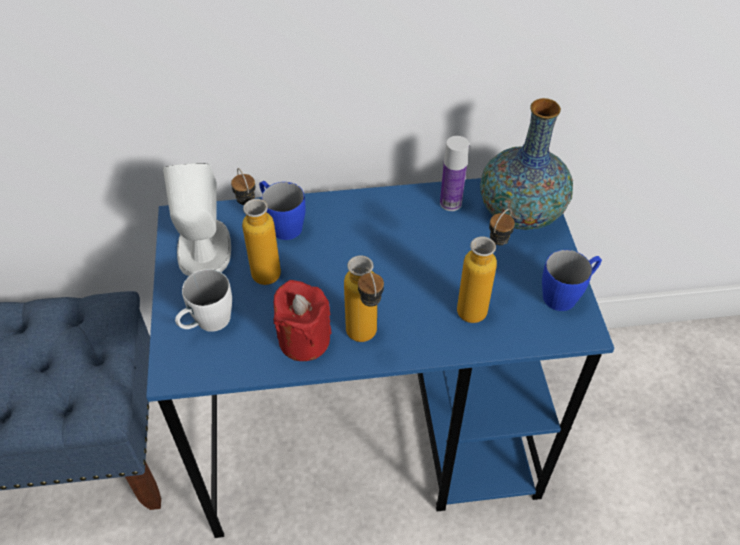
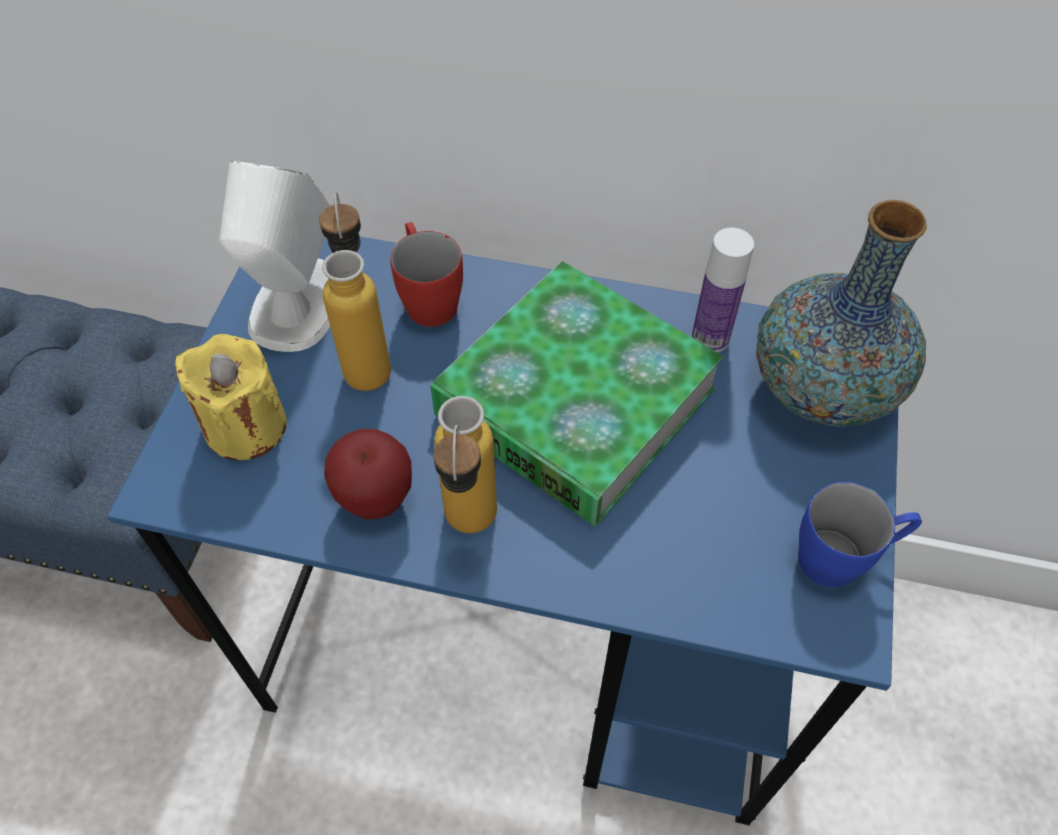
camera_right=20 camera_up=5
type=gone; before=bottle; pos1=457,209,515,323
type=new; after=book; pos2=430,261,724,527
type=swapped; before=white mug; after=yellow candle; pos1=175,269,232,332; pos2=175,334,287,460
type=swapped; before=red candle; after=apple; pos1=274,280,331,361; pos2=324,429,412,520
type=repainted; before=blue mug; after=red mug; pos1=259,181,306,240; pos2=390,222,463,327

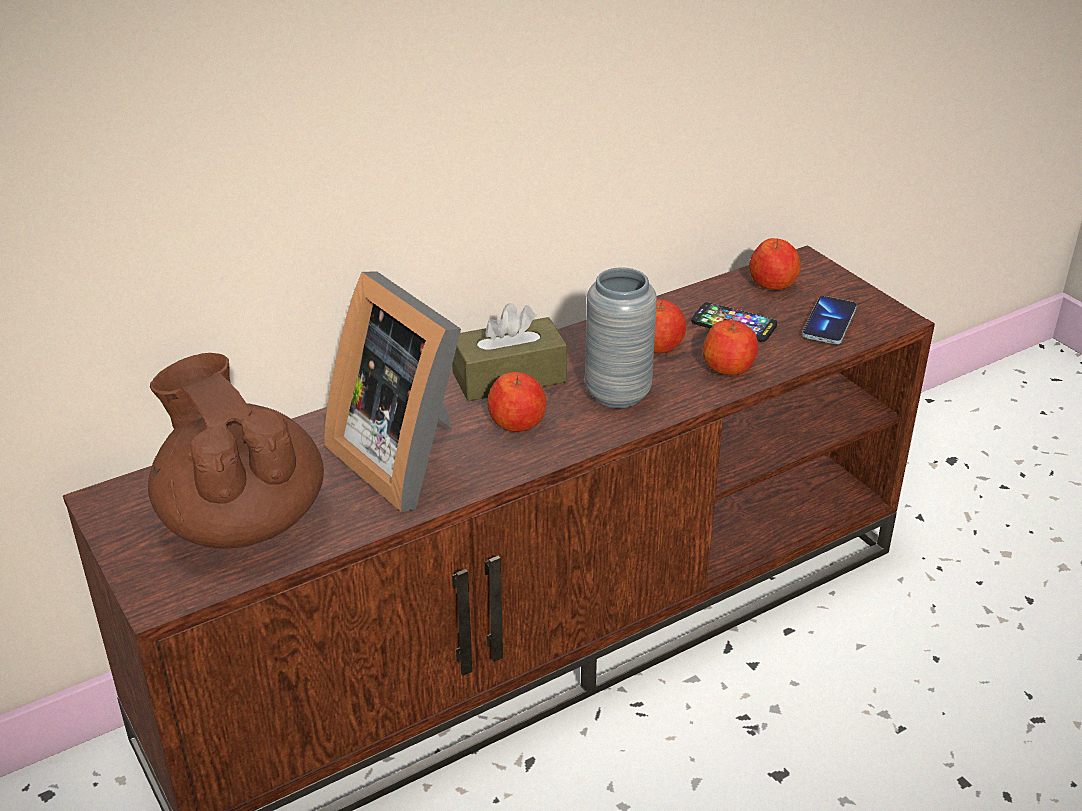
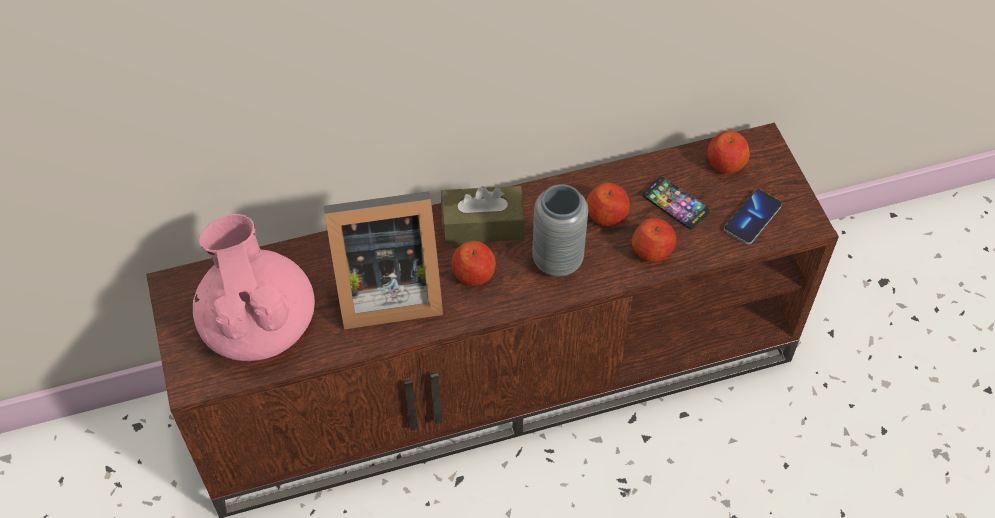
camera_right=15 camera_up=20
type=repainted; before=brown teapot; after=pink teapot; pos1=148,353,324,548; pos2=193,214,315,361
type=rotated; before=picture frame; pos1=324,271,461,512; pos2=324,191,443,329; turn=-75

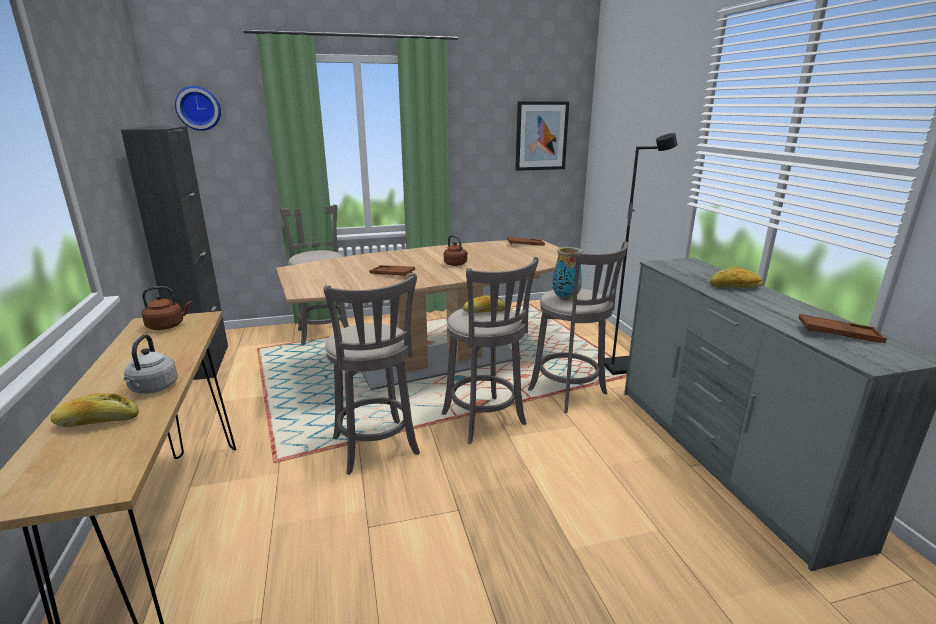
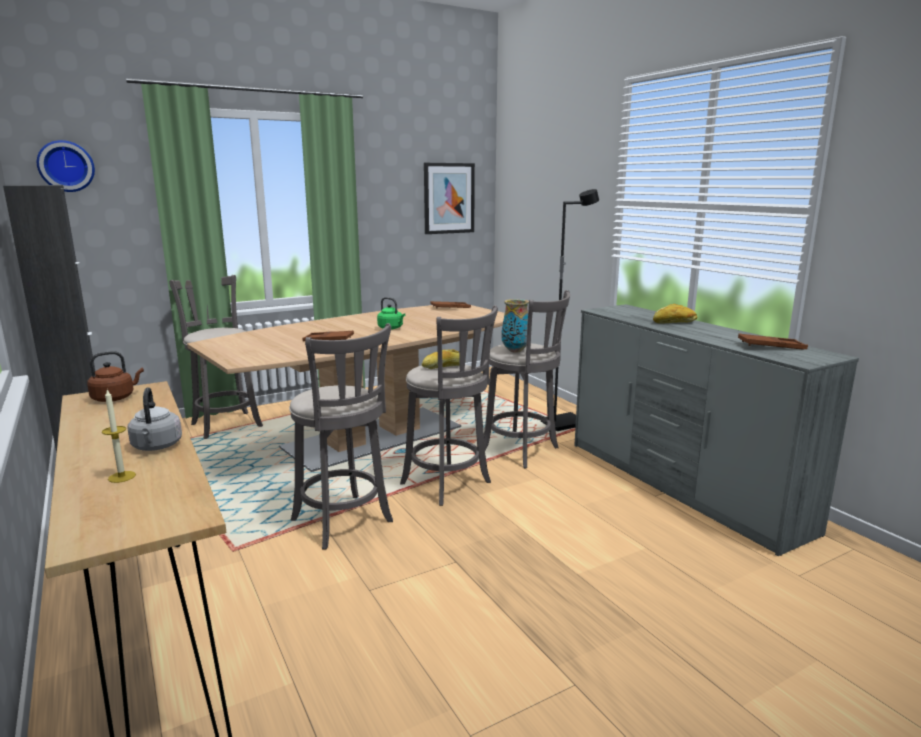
camera_right=-15 camera_up=-5
type=swapped; before=bread; after=candle; pos1=51,393,139,427; pos2=102,390,136,483
type=repainted; before=brown kettle; after=green kettle; pos1=444,235,468,266; pos2=377,297,405,330

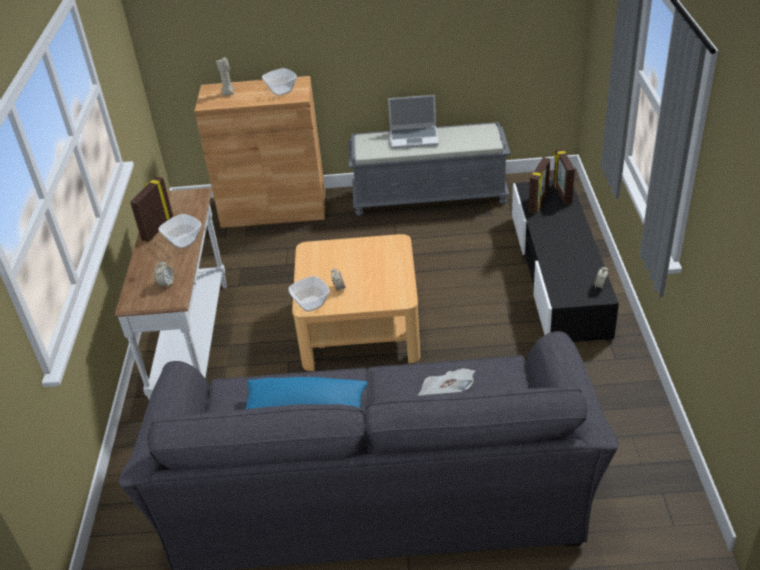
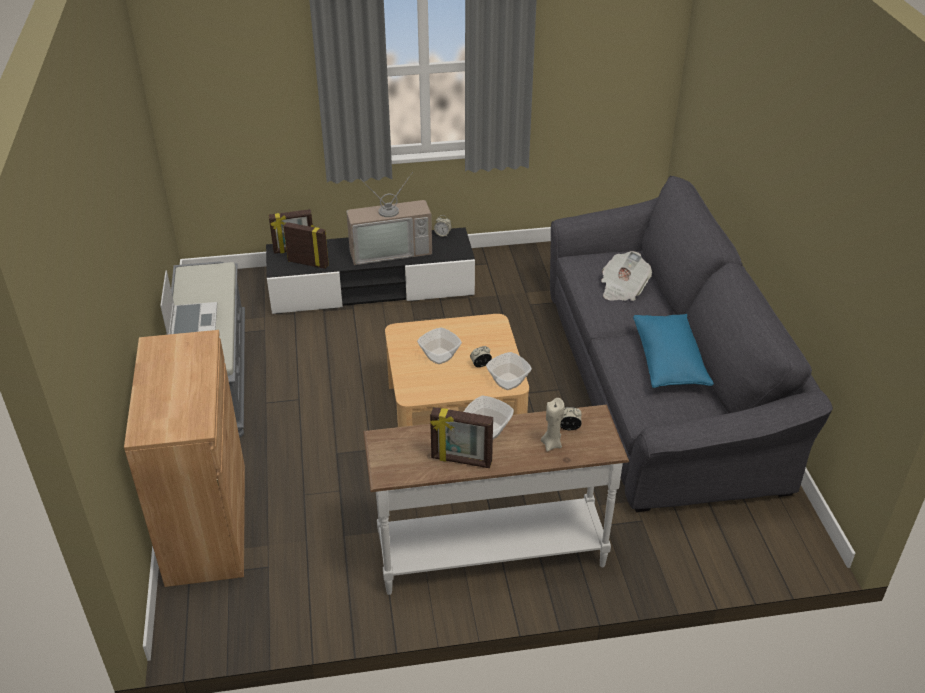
camera_right=-100 camera_up=0
type=new; after=television; pos2=346,172,432,265
type=shifted; before=beige candle; pos1=216,57,234,96; pos2=541,398,564,452
type=shifted; before=bowl; pos1=262,68,297,96; pos2=417,327,462,364

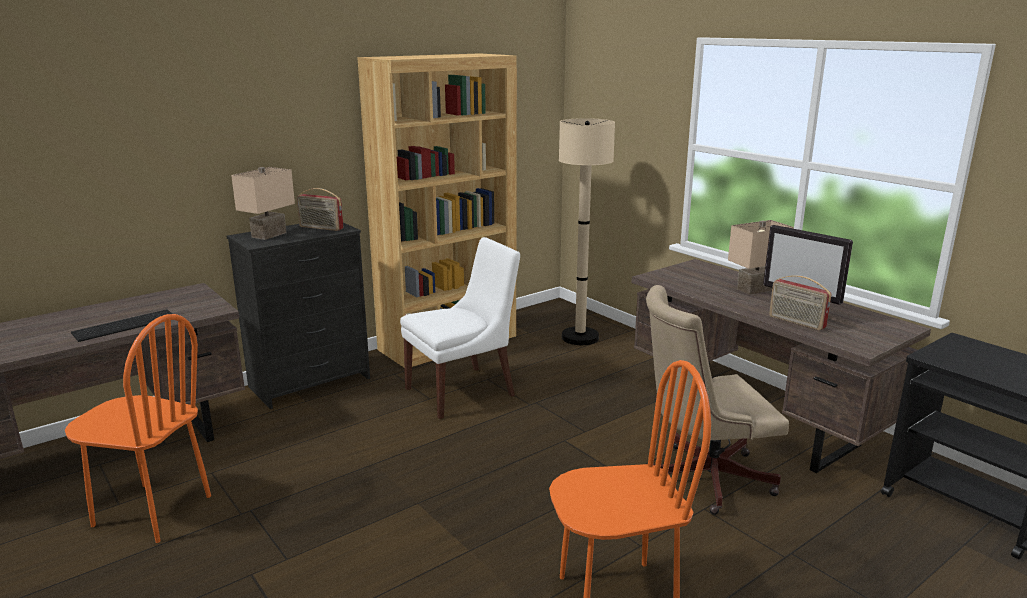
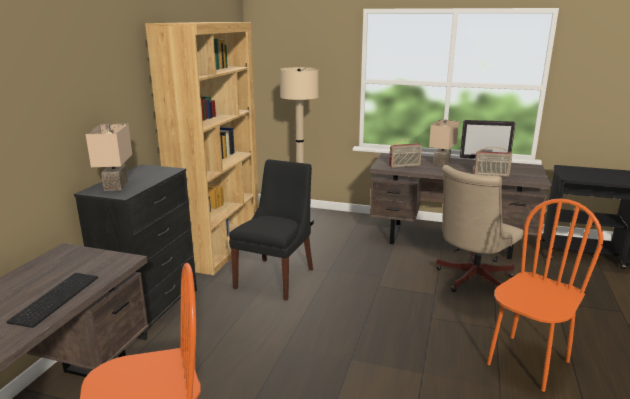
camera_right=-35 camera_up=0
type=shifted; before=radio; pos1=297,188,343,231; pos2=389,139,422,168
type=repainted; before=white chair; after=black chair; pos1=400,237,520,419; pos2=229,159,313,301

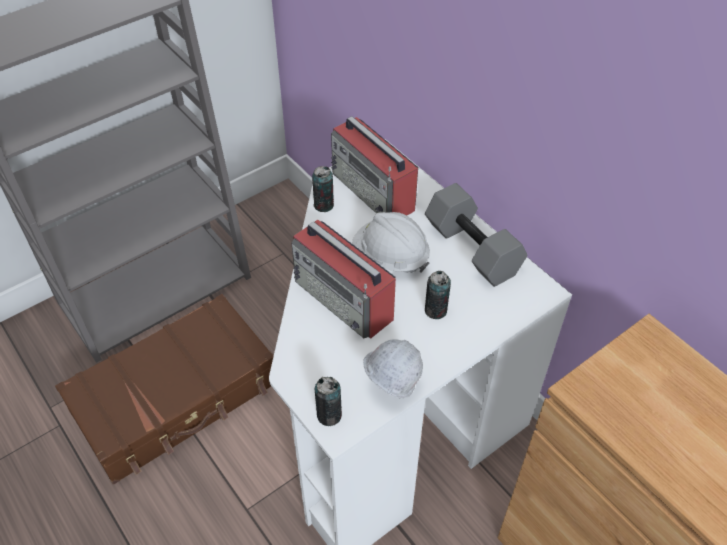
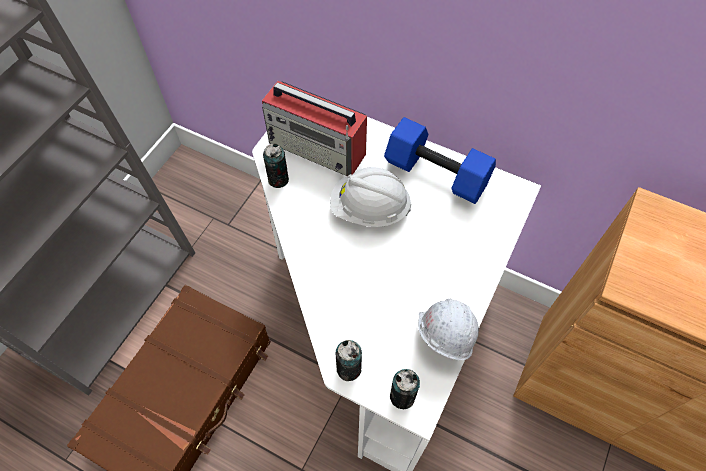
camera_right=-25 camera_up=10
type=gone; before=radio; pos1=291,220,396,339
type=shifted; before=can; pos1=425,271,451,319; pos2=336,340,362,381
type=repainted; before=grey dumbbell; after=blue dumbbell; pos1=425,183,527,287; pos2=384,117,496,204

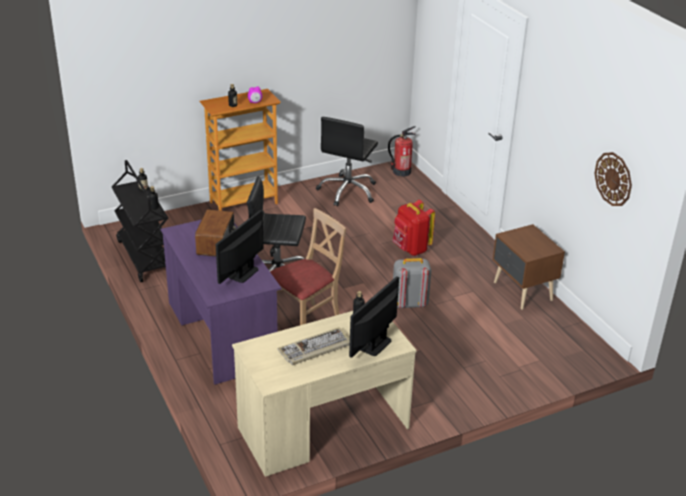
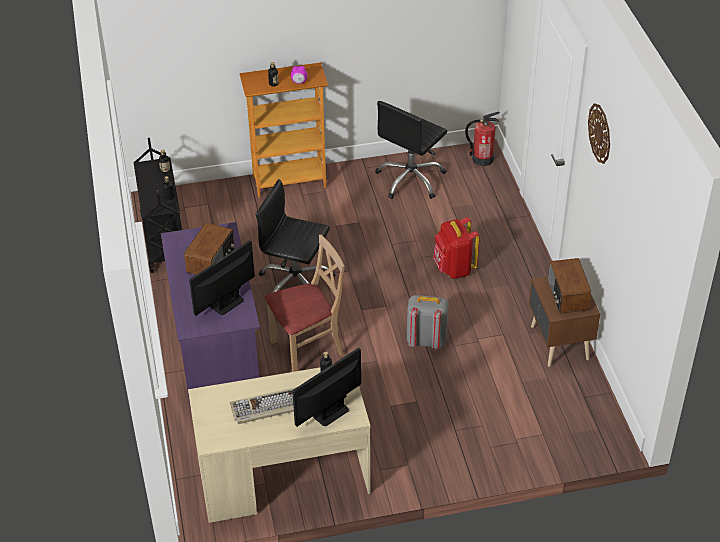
camera_right=15 camera_up=10
type=new; after=radio; pos2=548,258,591,313
type=shifted; before=wall clock; pos1=594,152,632,206; pos2=588,103,610,164

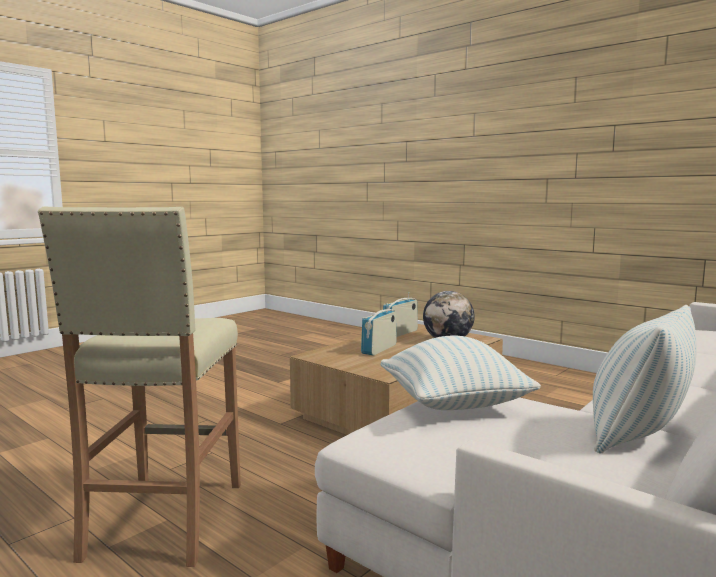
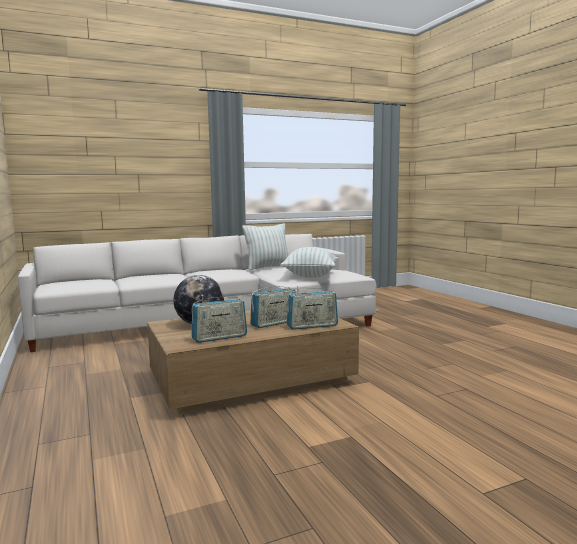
camera_right=-155 camera_up=0
type=gone; before=beige stool; pos1=38,207,241,567
type=new; after=radio; pos2=287,286,338,330

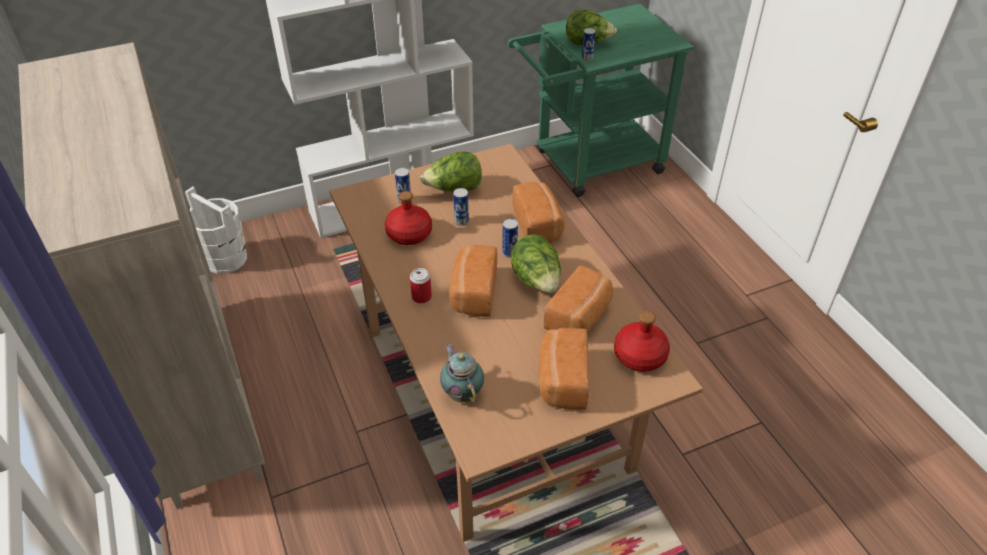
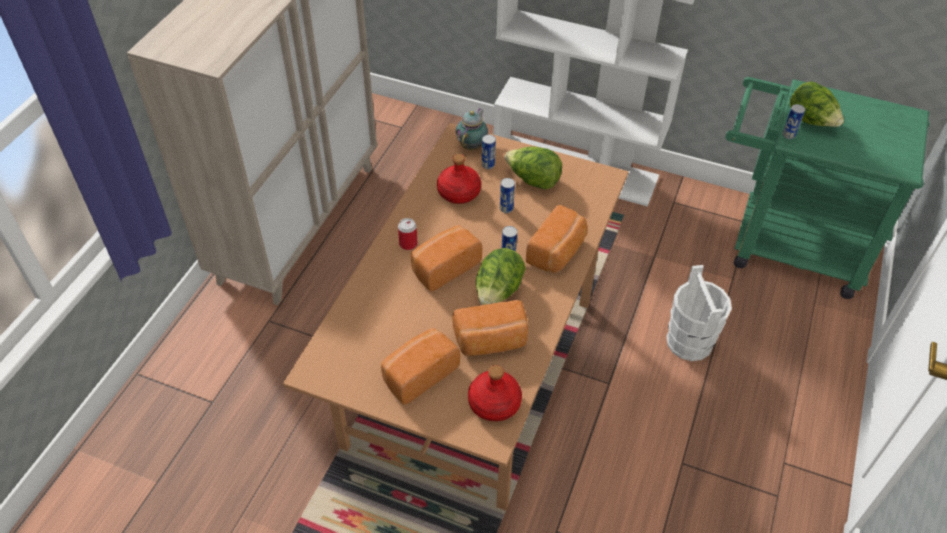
camera_right=45 camera_up=5
type=shifted; before=white bucket; pos1=185,187,247,274; pos2=667,265,732,361
type=shifted; before=teapot; pos1=440,344,484,403; pos2=456,108,488,150

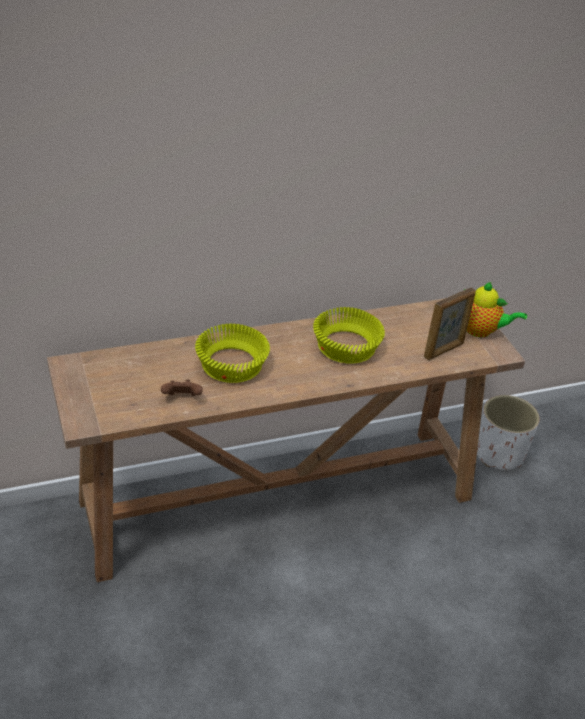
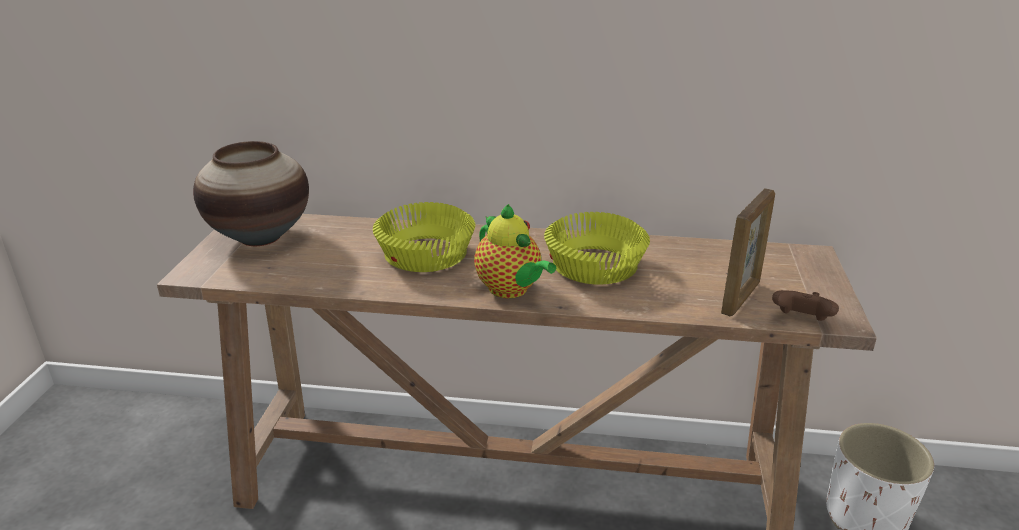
camera_right=30 camera_up=-10
type=new; after=vase; pos2=193,141,309,246
type=shifted; before=brown game controller; pos1=161,379,203,396; pos2=772,290,839,321
type=shifted; before=teapot; pos1=464,282,527,337; pos2=474,204,556,298
type=rotated; before=picture frame; pos1=424,287,476,360; pos2=721,188,775,316; turn=-45

